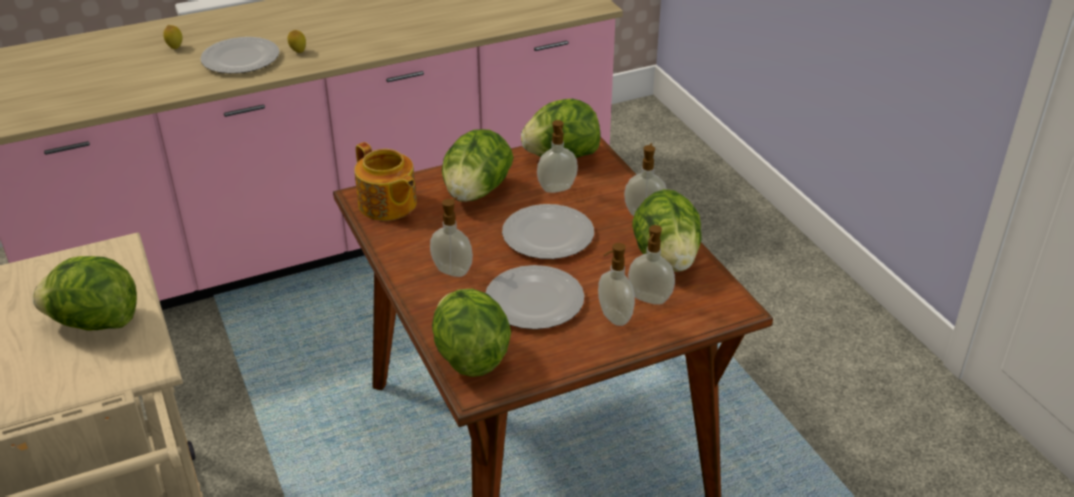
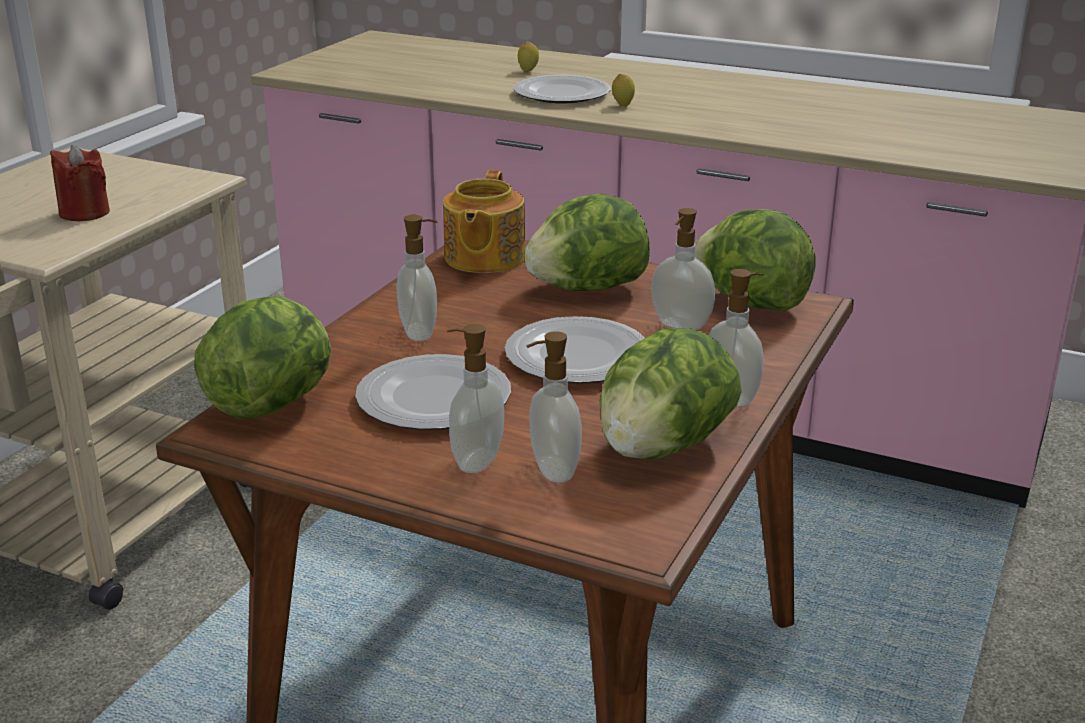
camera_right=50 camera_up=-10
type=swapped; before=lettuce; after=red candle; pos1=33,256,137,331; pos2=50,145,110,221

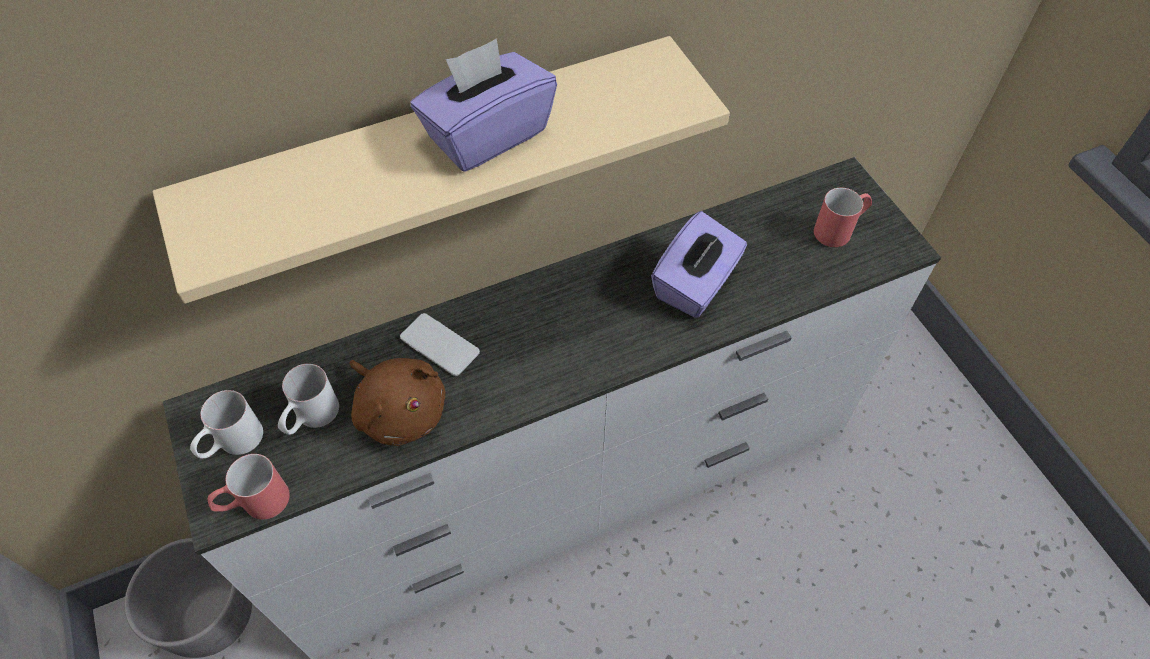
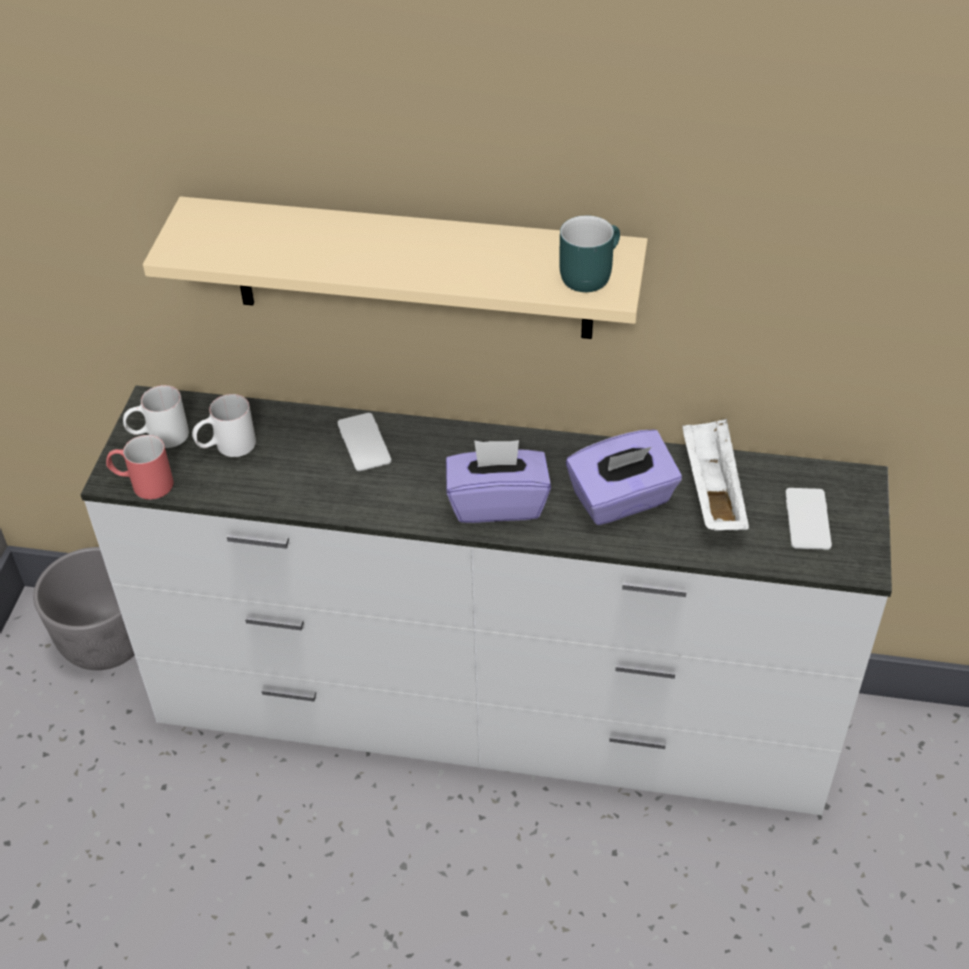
camera_right=35 camera_up=-10
type=gone; before=brown plush toy; pos1=350,358,445,446
type=new; after=turquoise mug; pos2=559,215,620,292
type=new; after=white tray; pos2=682,419,749,531
type=shifted; before=purple tissue box; pos1=410,38,557,172; pos2=446,440,551,523
type=swapped; before=red mug; after=phone; pos1=814,188,872,247; pos2=785,488,832,550

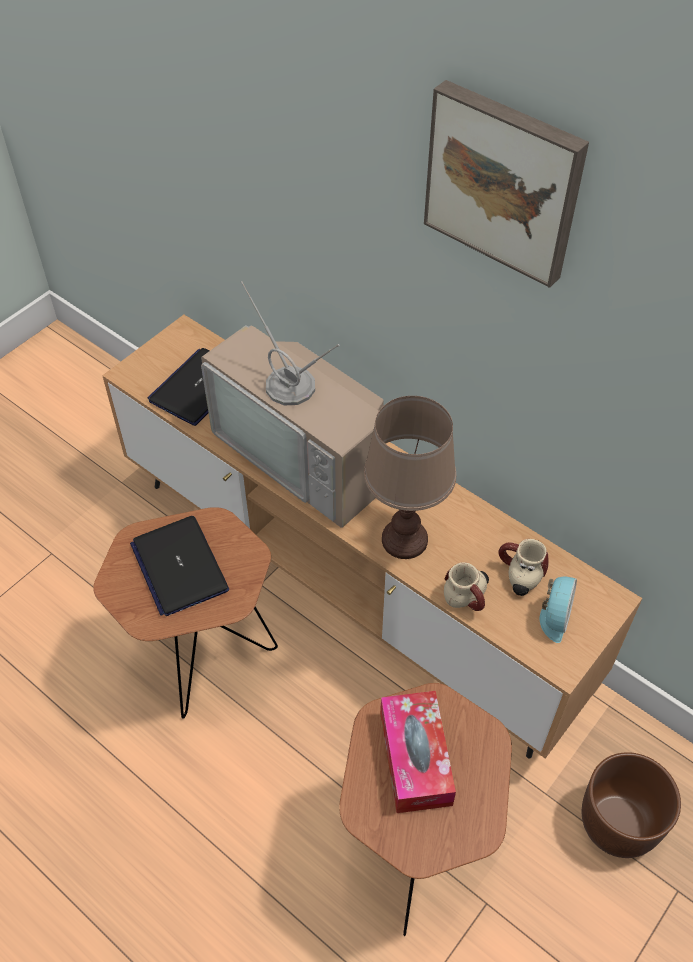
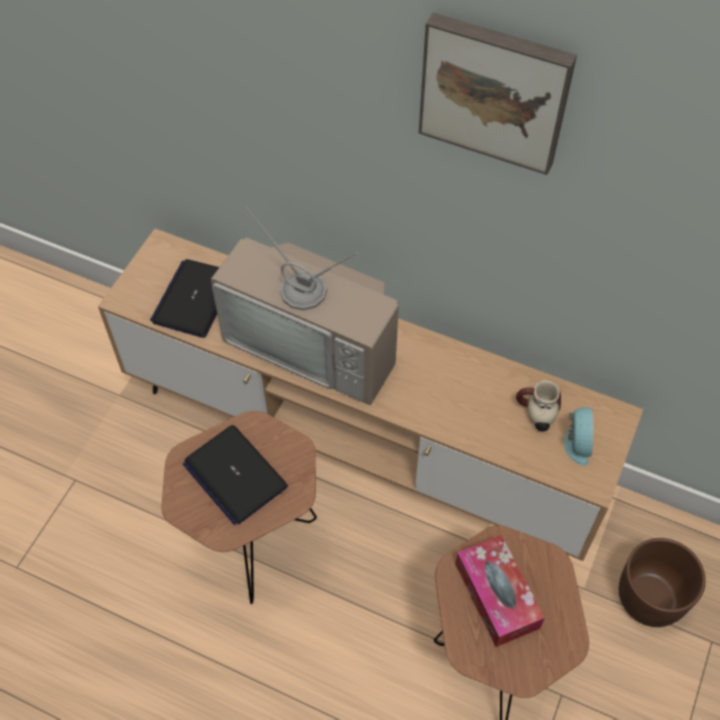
camera_right=-15 camera_up=5
type=gone; before=brown table lamp; pos1=364,396,456,559
type=gone; before=mug; pos1=444,562,489,611

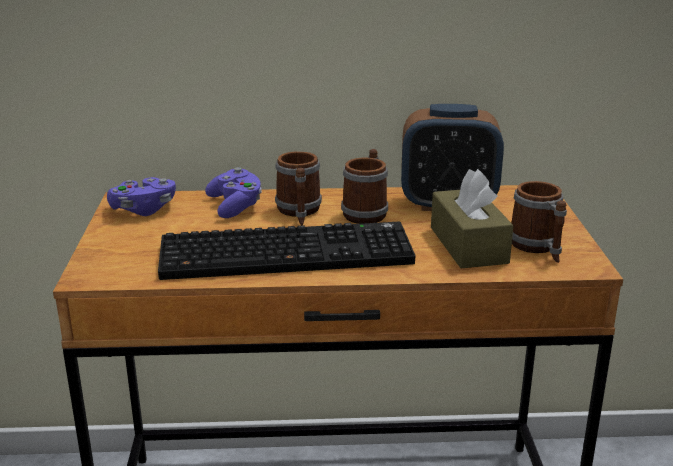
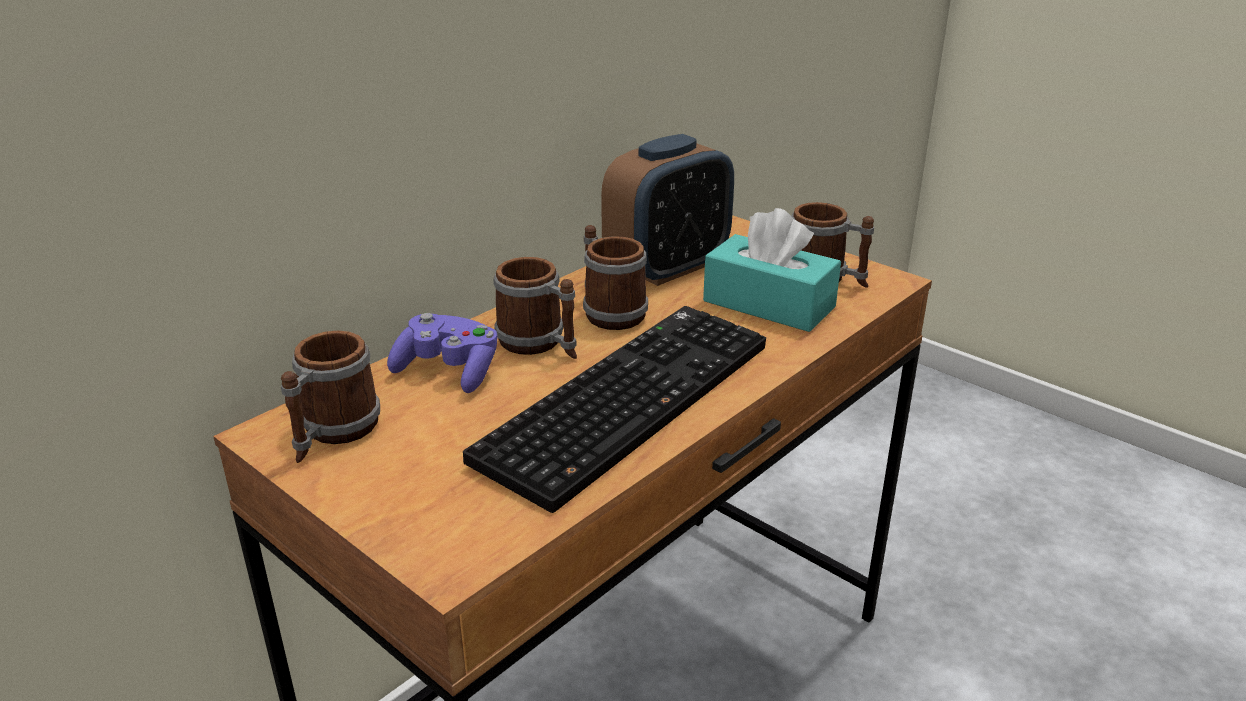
camera_right=-45 camera_up=5
type=swapped; before=purple game controller; after=mug; pos1=107,177,176,216; pos2=281,331,380,463
type=repainted; before=brown tissue box; after=turquoise tissue box; pos1=431,169,514,268; pos2=703,208,841,332

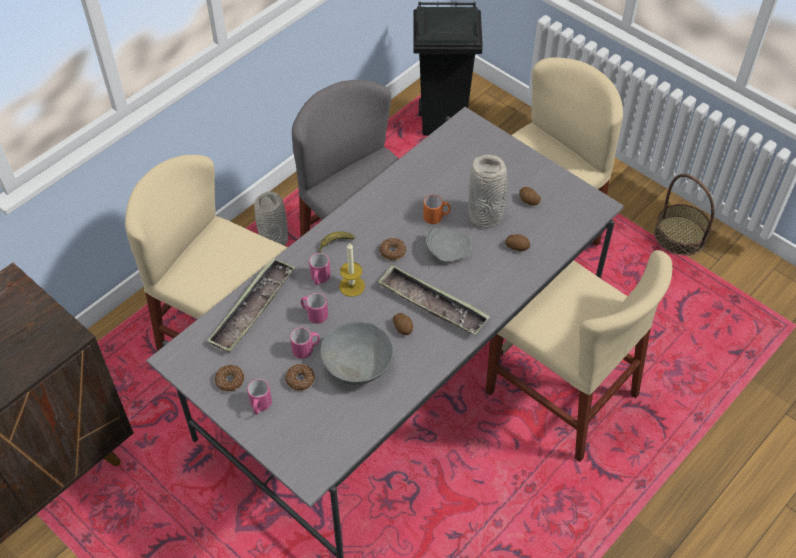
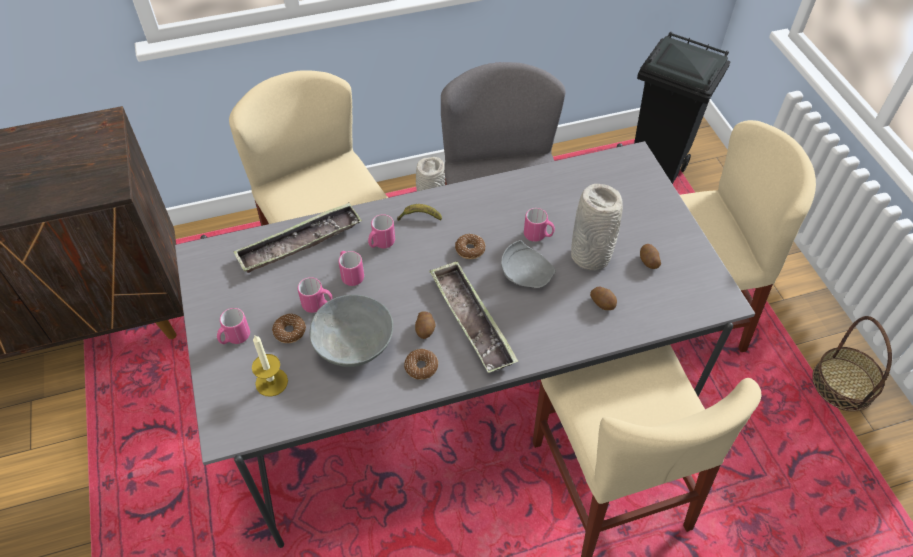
camera_right=30 camera_up=0
type=shifted; before=donut; pos1=215,365,244,391; pos2=404,349,438,380
type=shifted; before=candle; pos1=339,242,365,297; pos2=252,335,288,397
type=repainted; before=orange mug; after=pink mug; pos1=423,195,450,224; pos2=524,208,555,242

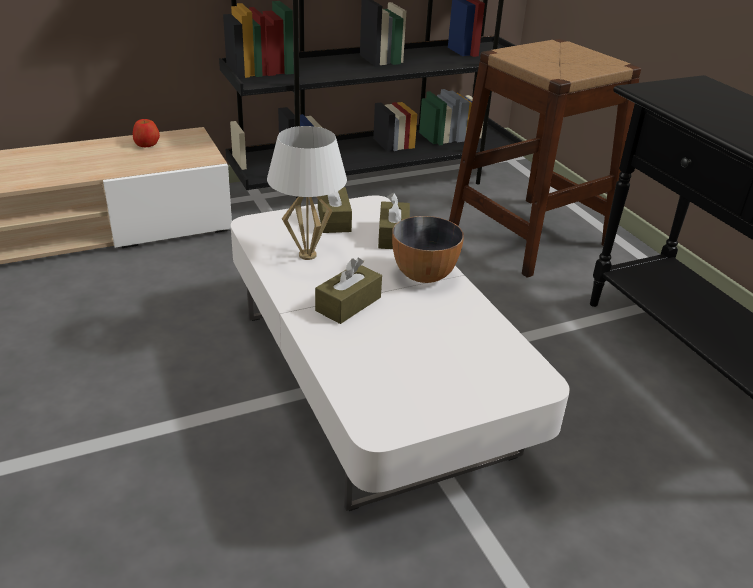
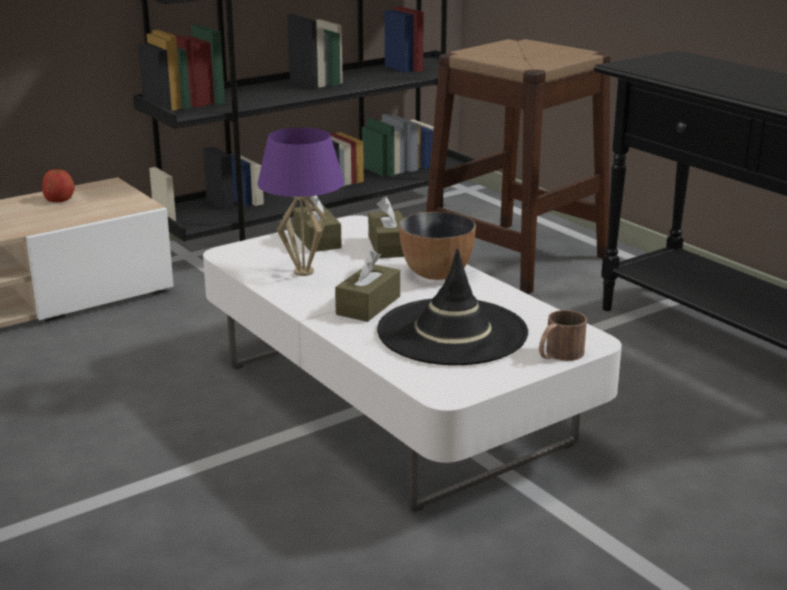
camera_right=-10 camera_up=-10
type=new; after=black hat; pos2=377,248,528,365
type=new; after=brown mug; pos2=539,310,587,361
type=repainted; before=white table lamp; after=purple table lamp; pos1=267,126,347,260; pos2=257,127,344,276

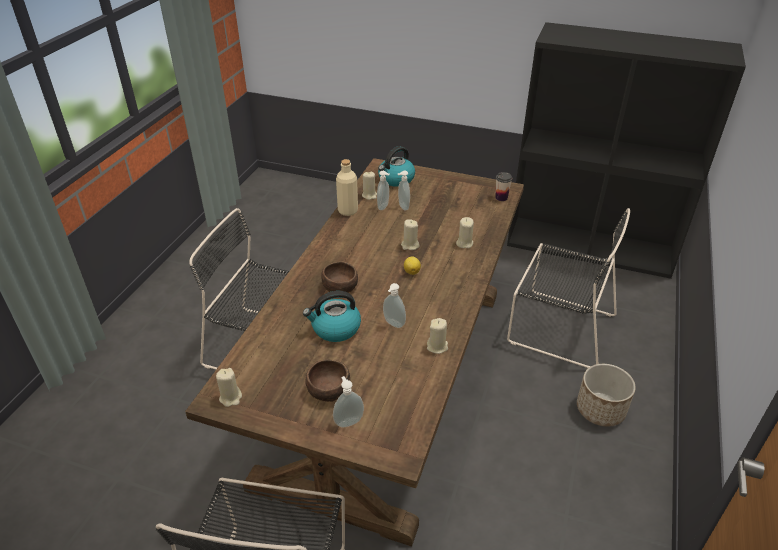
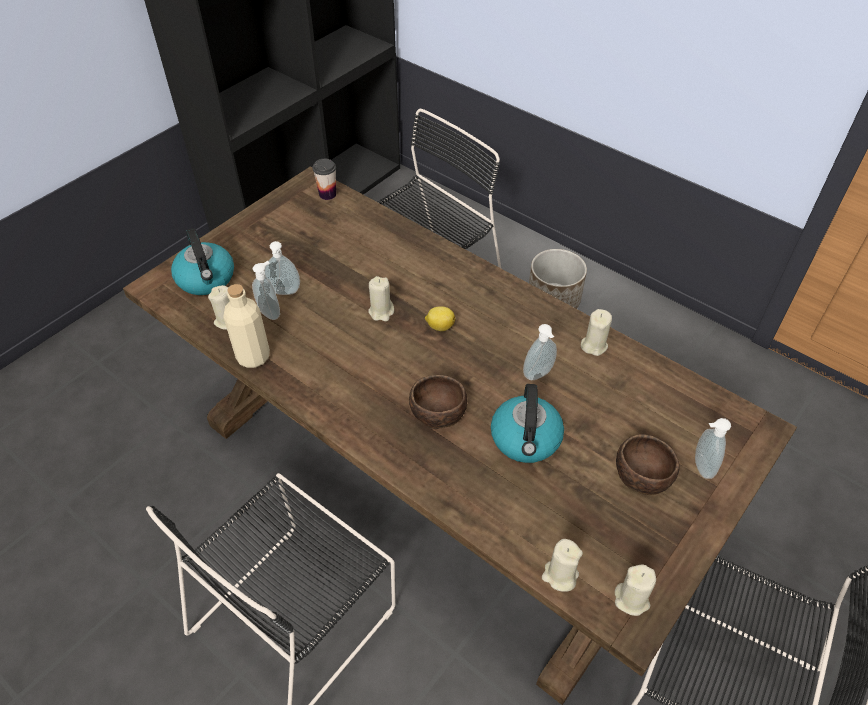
camera_right=-70 camera_up=10
type=shifted; before=beige candle; pos1=456,217,474,248; pos2=542,539,583,592

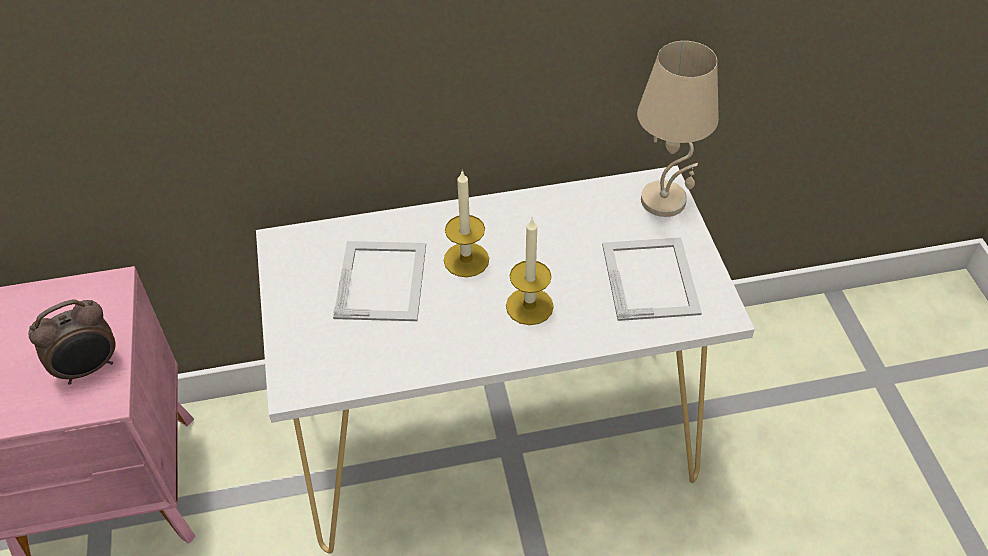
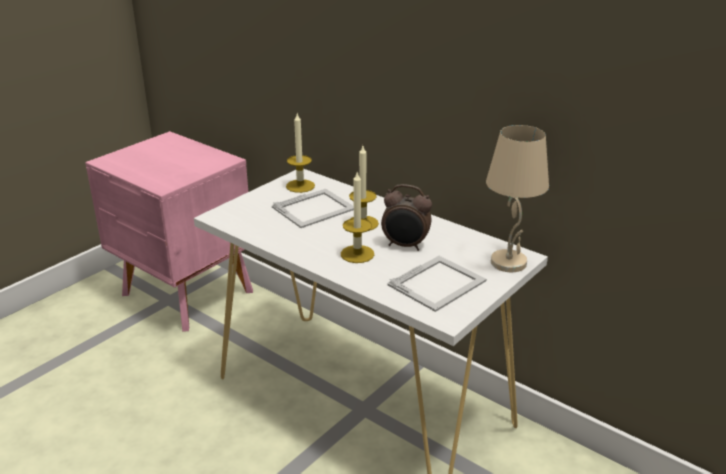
camera_right=50 camera_up=-20
type=new; after=candle; pos2=286,114,315,193
type=shifted; before=alarm clock; pos1=28,300,116,385; pos2=381,184,432,251

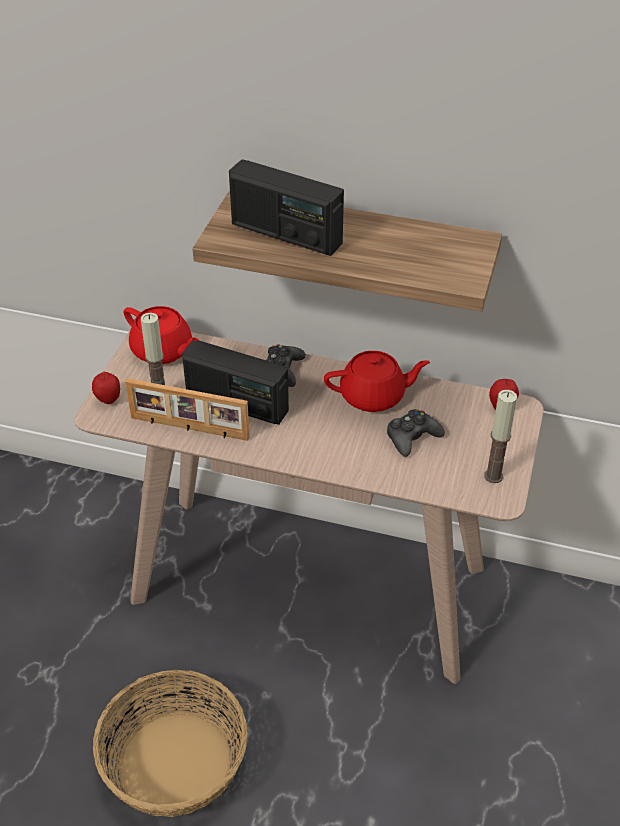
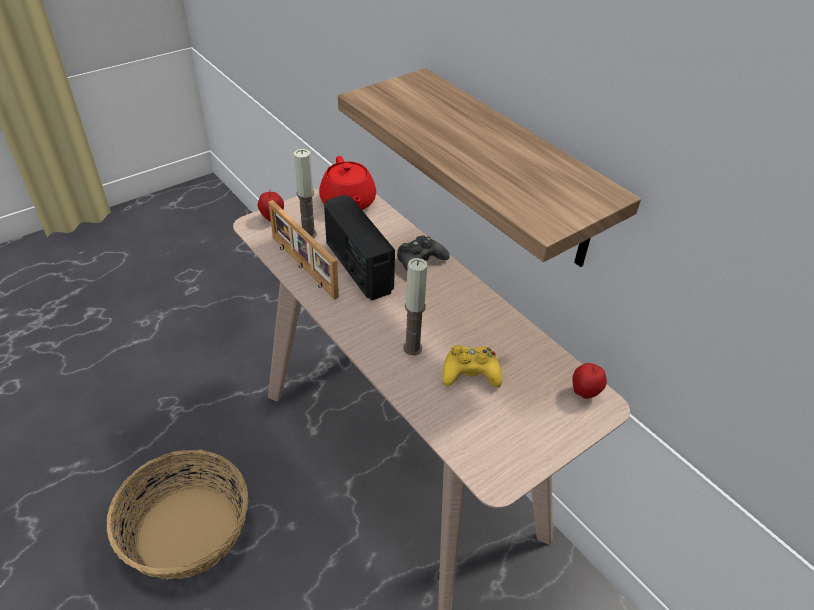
camera_right=35 camera_up=0
type=gone; before=radio; pos1=229,159,344,256
type=gone; before=red teapot; pos1=324,351,430,412
type=shifted; before=candle; pos1=484,390,517,483; pos2=403,258,427,355
type=repainted; before=black game controller; after=yellow game controller; pos1=387,409,445,457; pos2=442,345,502,388

